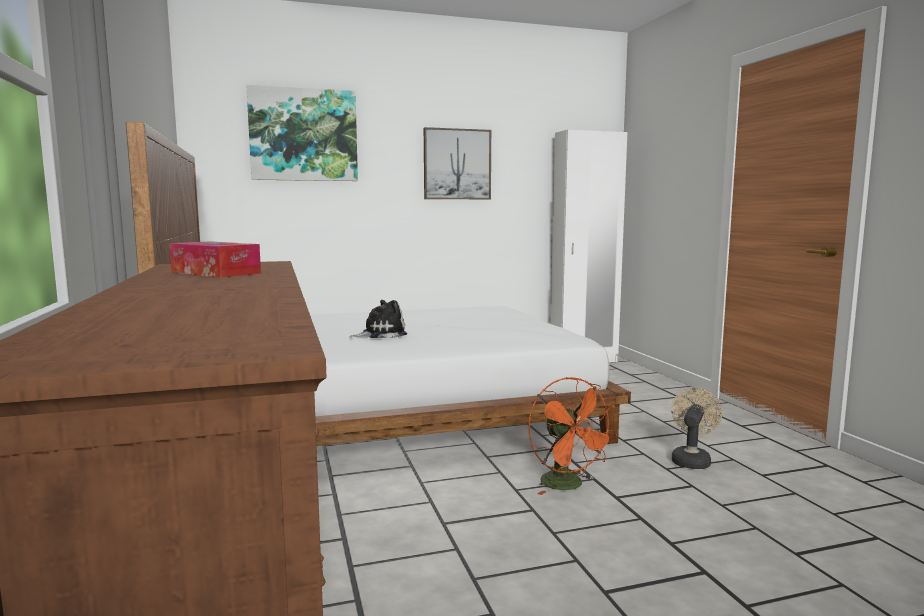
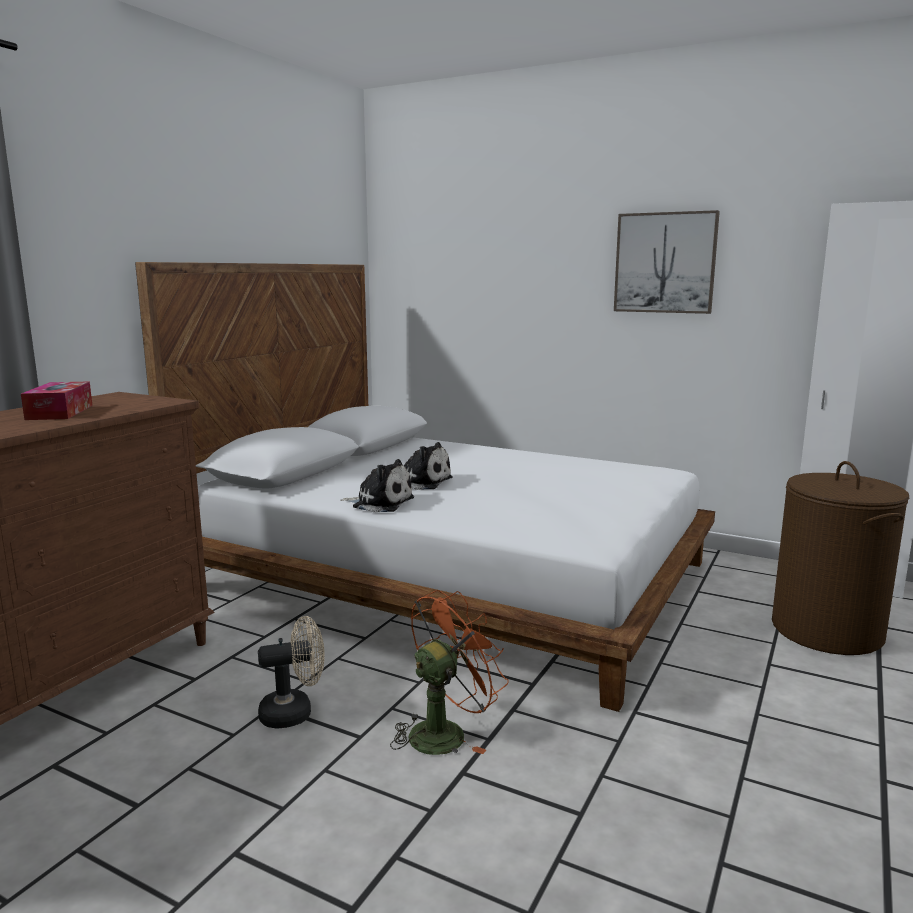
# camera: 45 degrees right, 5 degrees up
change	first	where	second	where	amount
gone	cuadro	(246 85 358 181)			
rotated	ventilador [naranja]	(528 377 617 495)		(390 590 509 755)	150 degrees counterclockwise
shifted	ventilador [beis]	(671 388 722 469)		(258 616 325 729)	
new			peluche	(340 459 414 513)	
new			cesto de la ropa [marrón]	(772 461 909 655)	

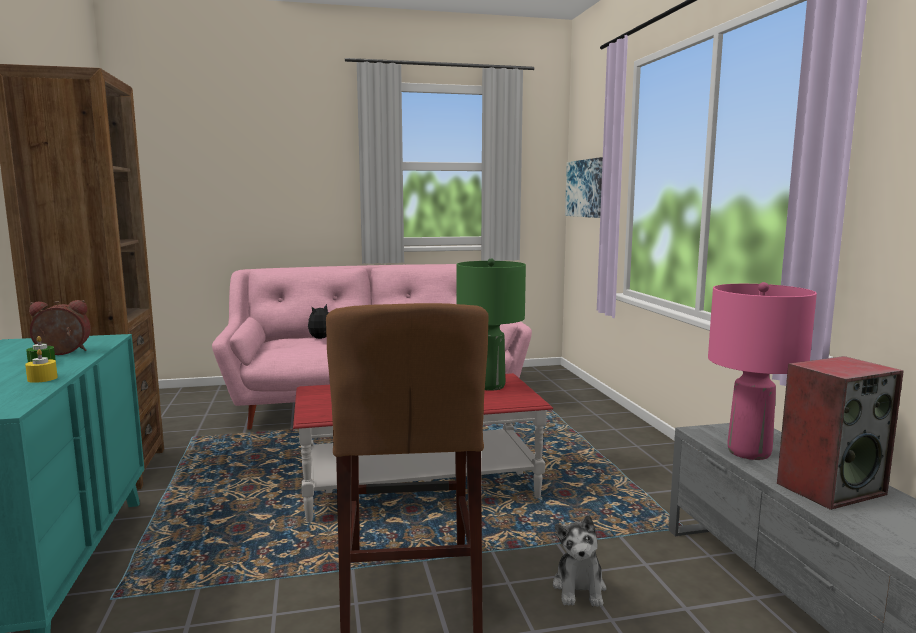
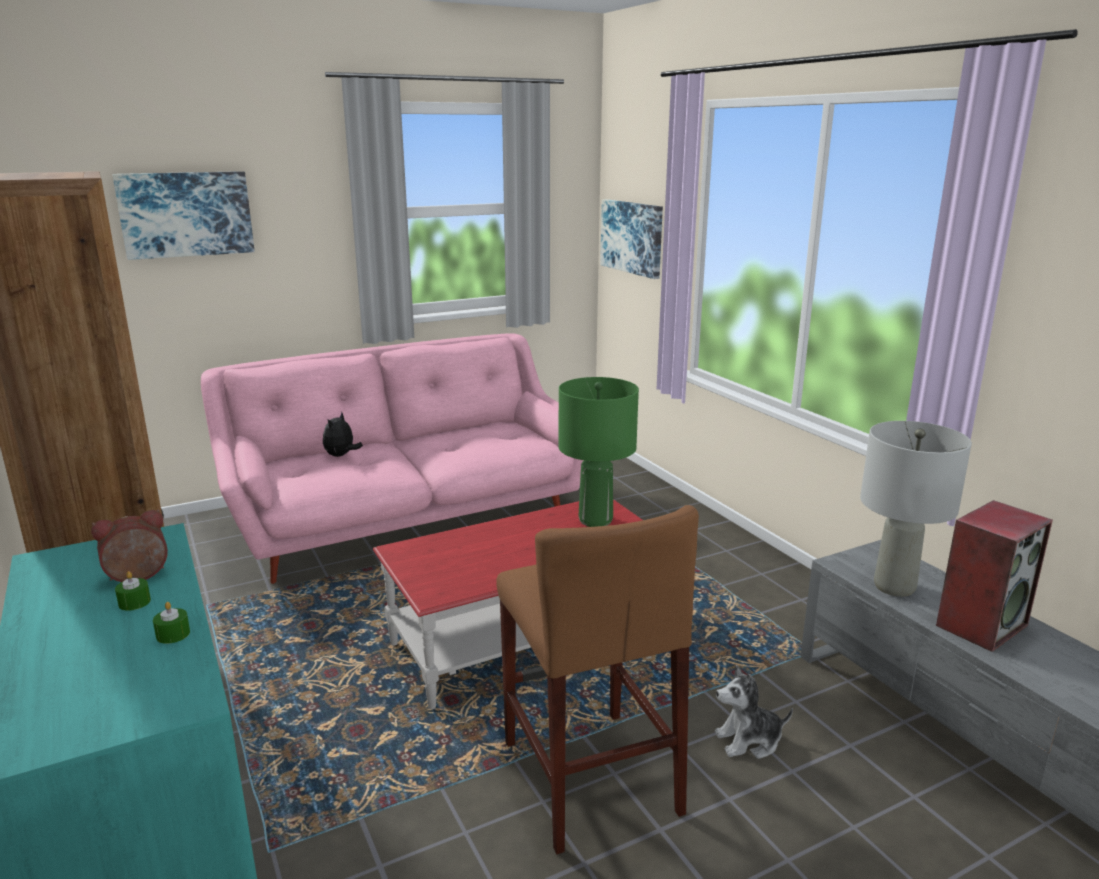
# camera: 15 degrees left, 10 degrees up
change	first	where	second	where	amount
repainted	vela [amarillo]	(25 349 58 383)	vela [verde]	(153 602 190 644)	
rotated	peluche	(553 514 607 607)		(715 665 793 759)	90 degrees clockwise
repainted	lámpara de mesa [rosa]	(708 282 817 460)	lámpara de mesa [gris]	(860 421 972 597)	
new			cuadro	(112 171 255 260)	

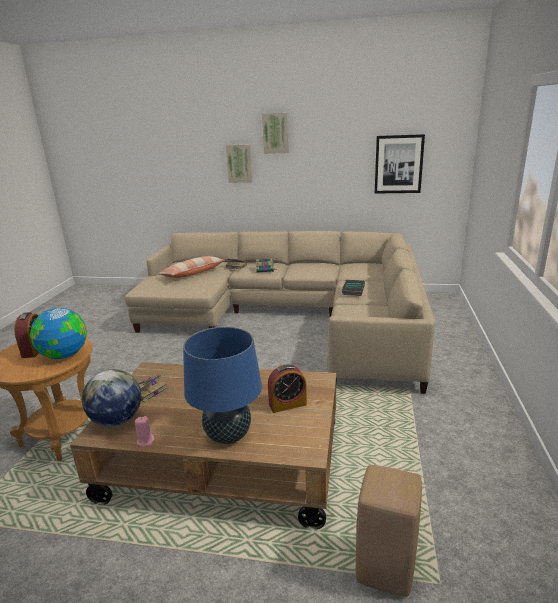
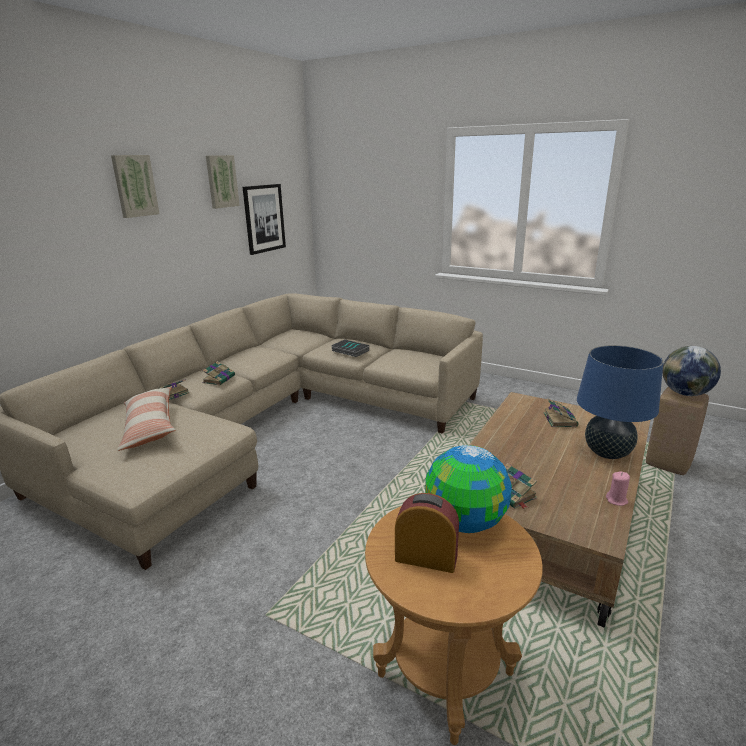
# camera: 70 degrees left, 0 degrees up
change	first	where	second	where	amount
shifted	globo terráqueo	(82 369 141 427)		(662 346 721 396)	
shifted	cuadro	(226 144 253 183)		(206 155 240 209)	
swapped	despertador	(268 364 307 413)	libro	(543 399 579 427)	

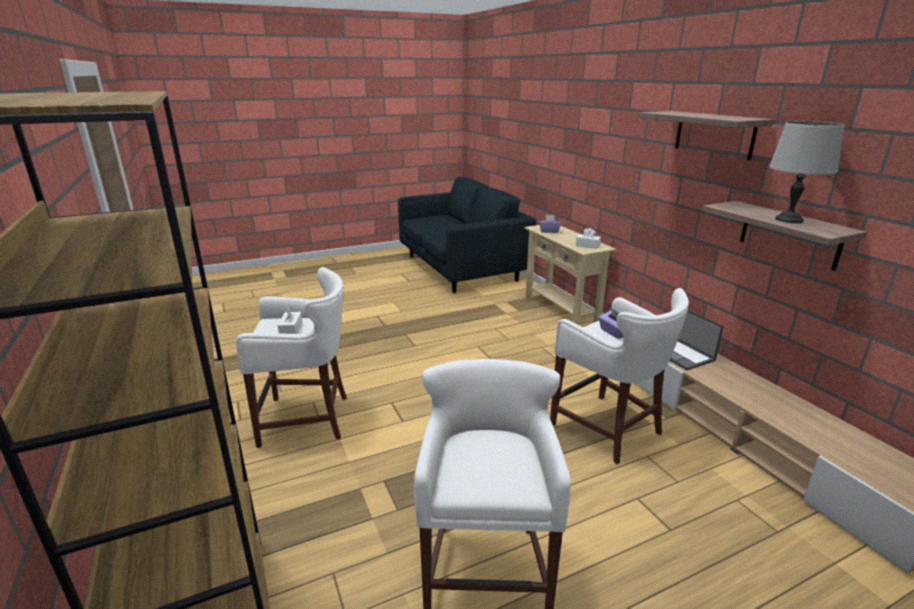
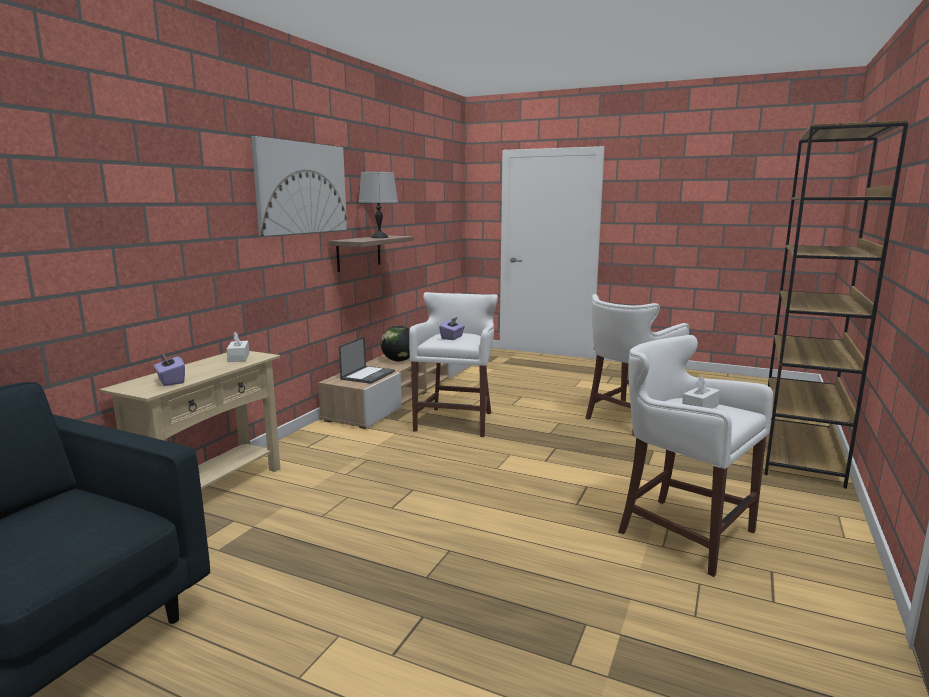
# camera: 130 degrees left, 10 degrees down
change	first	where	second	where	amount
swapped	estante	(639 111 774 160)	cuadro	(251 136 347 236)	
new			globo terráqueo	(381 325 410 361)	

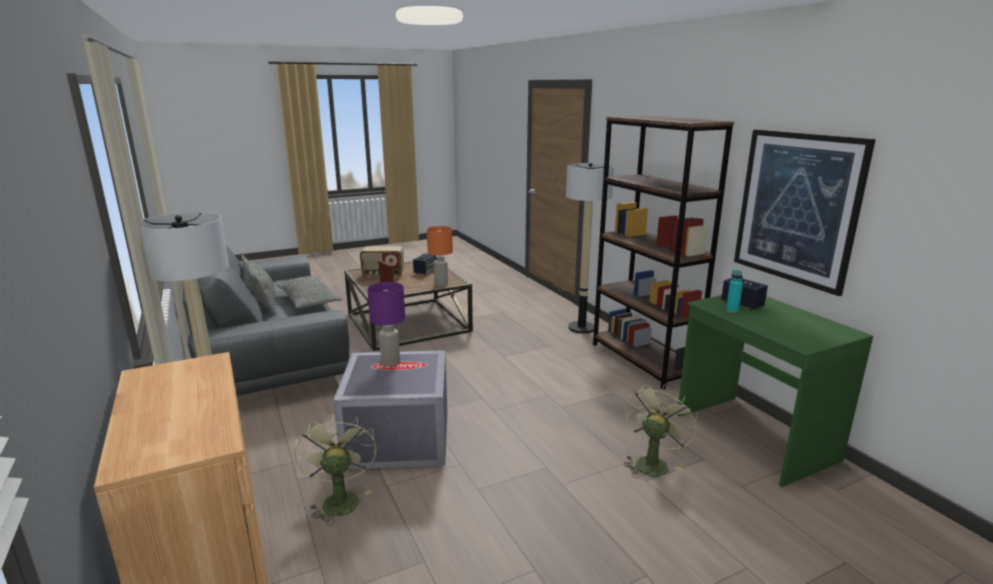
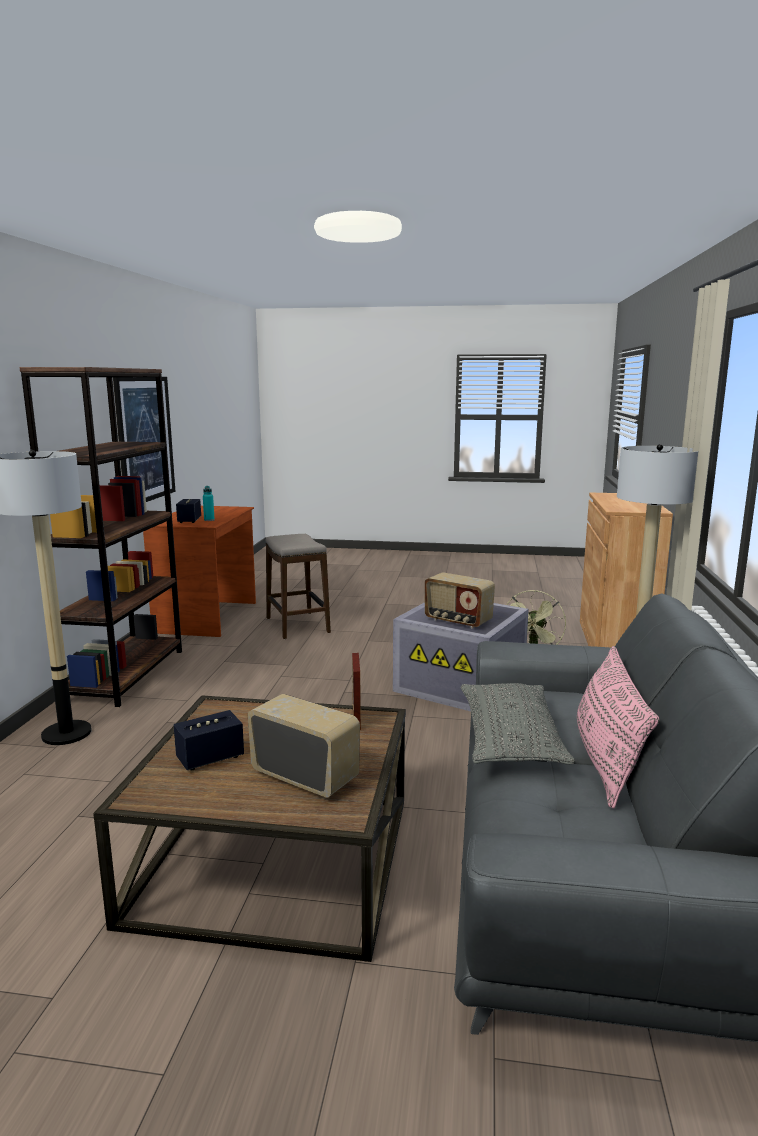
# camera: 145 degrees left, 5 degrees down
change	first	where	second	where	amount
repainted	cojín [gris]	(241 255 276 315)	cojín [rosa]	(577 646 659 808)	
swapped	lámpara de mesa [morado]	(367 282 405 366)	radio	(424 572 495 628)	
gone	lámpara de mesa [naranja]	(427 226 453 286)			
swapped	ventilador [verde]	(624 384 698 478)	taburete	(265 534 331 639)	
repainted	escritorio [verde]	(677 295 873 487)	escritorio [marrón]	(143 506 256 637)	

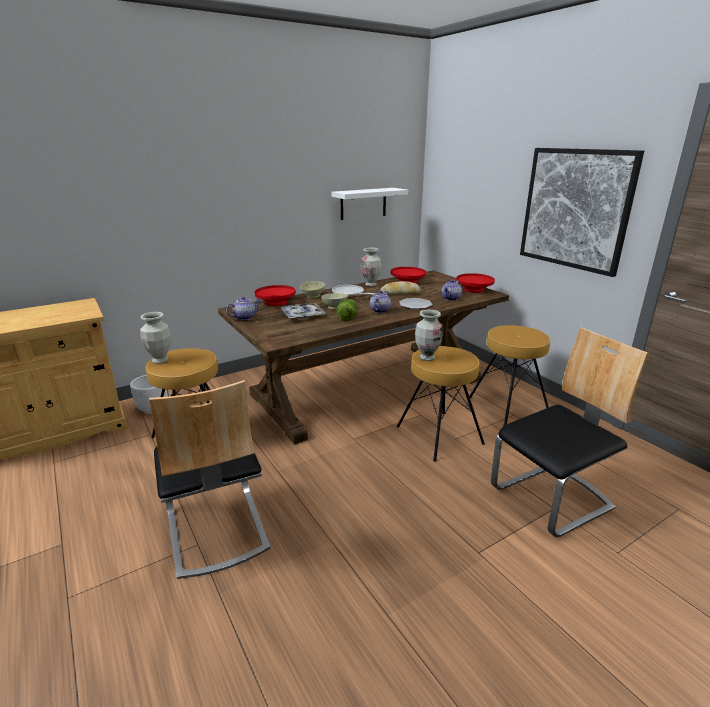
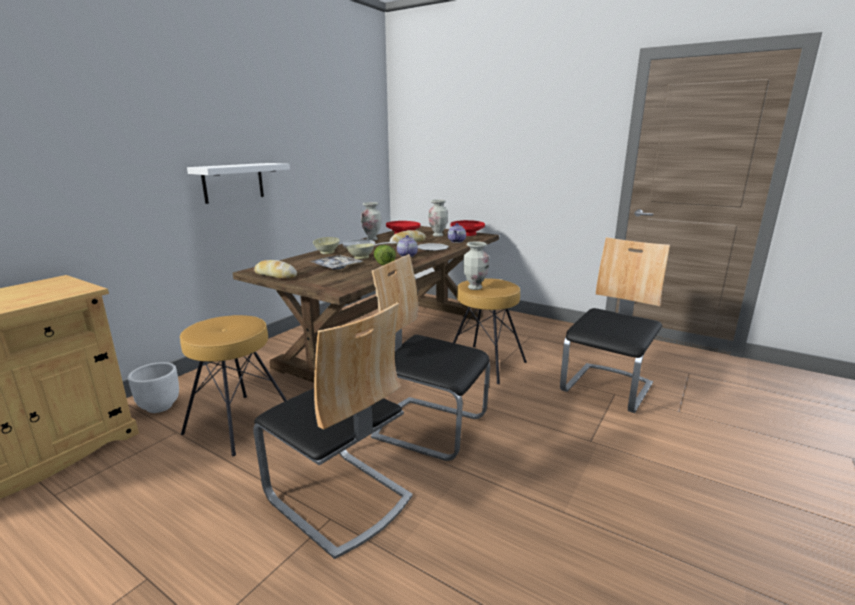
# camera: 25 degrees left, 5 degrees down
change	first	where	second	where	amount
shifted	florero	(140 312 171 364)		(428 200 448 237)	
swapped	tetera	(226 297 261 320)	pan	(254 260 297 279)	
gone	cuenco [rojo]	(254 285 296 306)			
shifted	estante [blanco]	(331 188 408 220)		(187 163 290 204)	
gone	taburete [marrón]	(469 325 550 426)			
gone	cuadro	(520 148 644 277)			
new			silla	(371 254 490 461)	

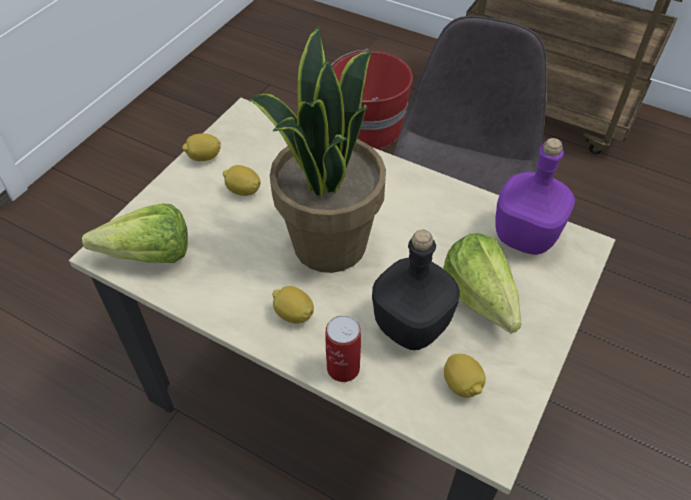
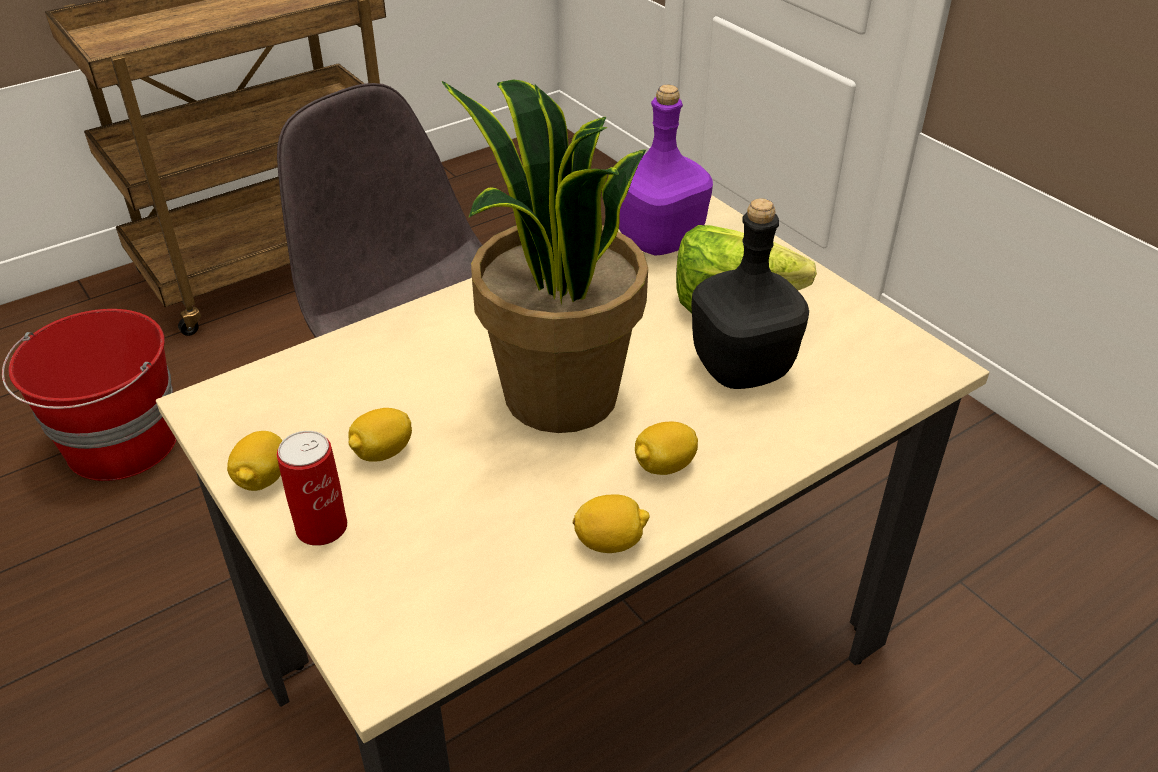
# camera: 65 degrees left, 10 degrees down
change	first	where	second	where	amount
gone	lechuga	(82 204 188 263)			
shifted	lata	(326 315 361 382)		(277 431 347 546)	
shifted	limón	(444 354 486 398)		(573 494 650 553)	

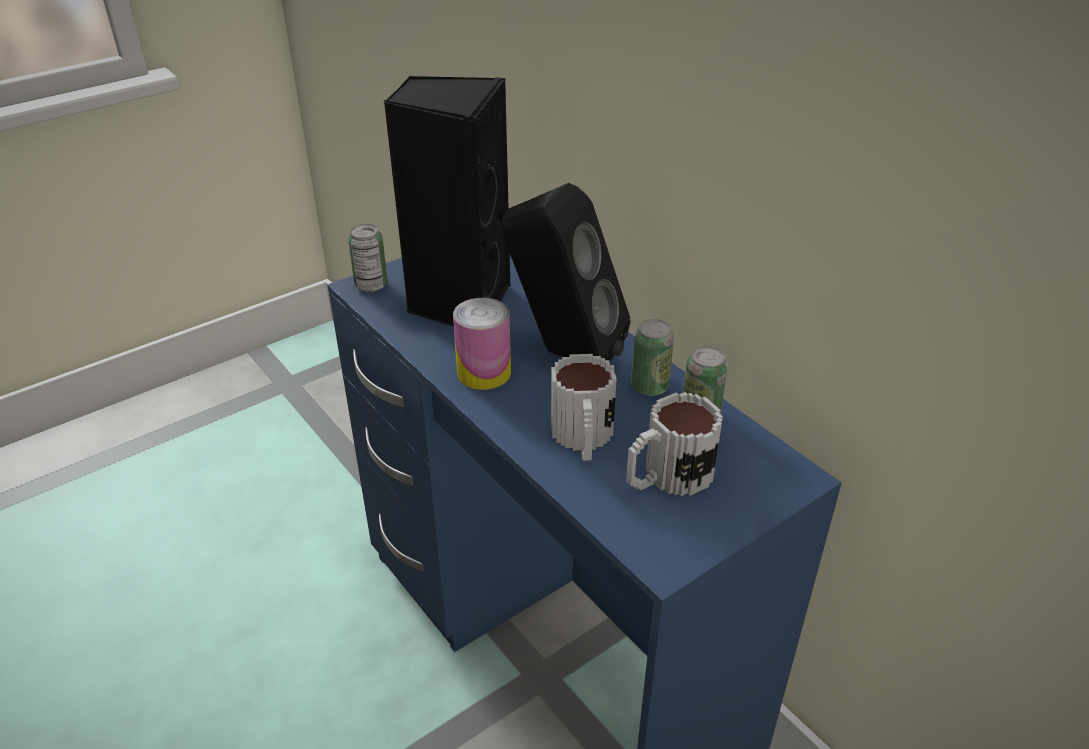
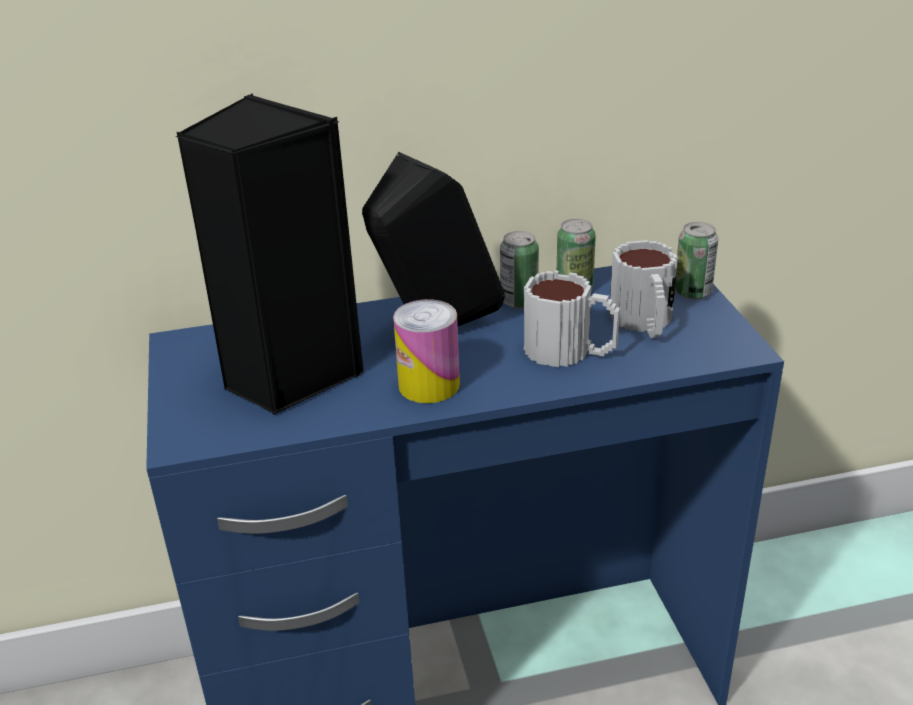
# camera: 65 degrees left, 5 degrees down
change	first	where	second	where	amount
shifted	lata	(348 224 388 292)		(675 222 718 299)	

